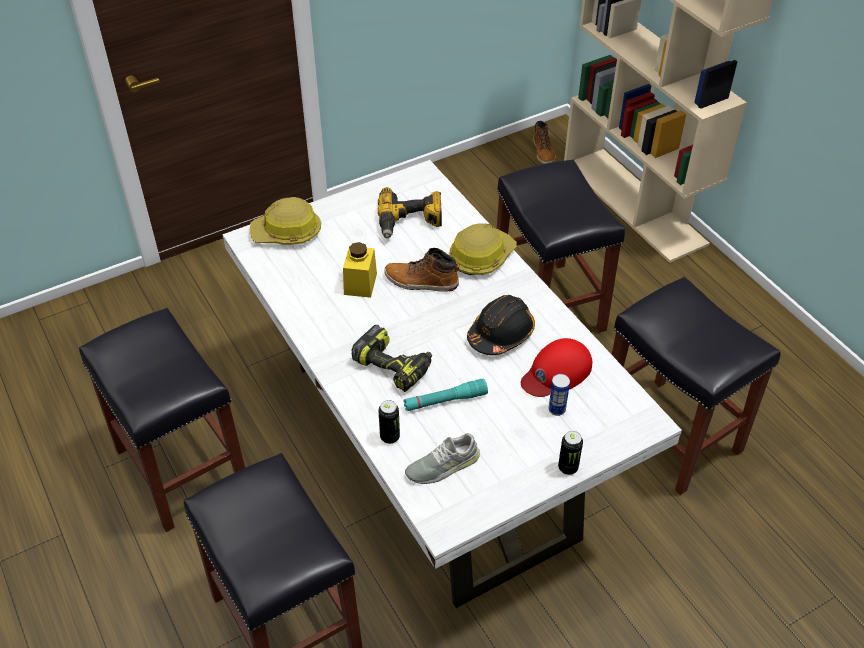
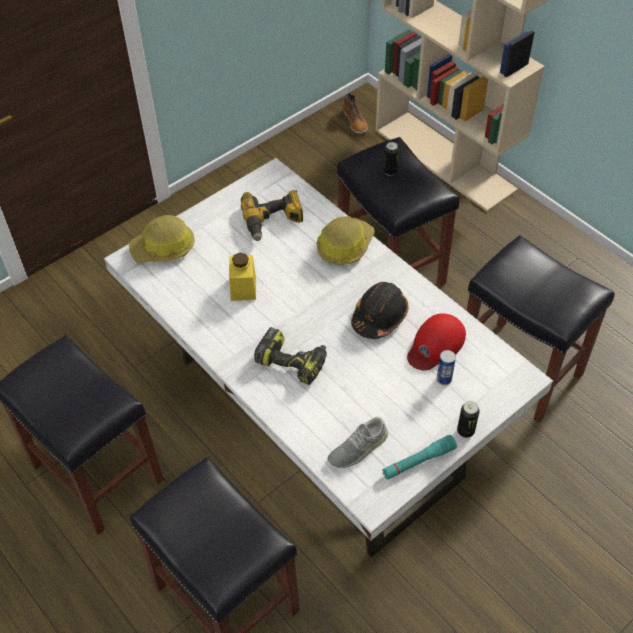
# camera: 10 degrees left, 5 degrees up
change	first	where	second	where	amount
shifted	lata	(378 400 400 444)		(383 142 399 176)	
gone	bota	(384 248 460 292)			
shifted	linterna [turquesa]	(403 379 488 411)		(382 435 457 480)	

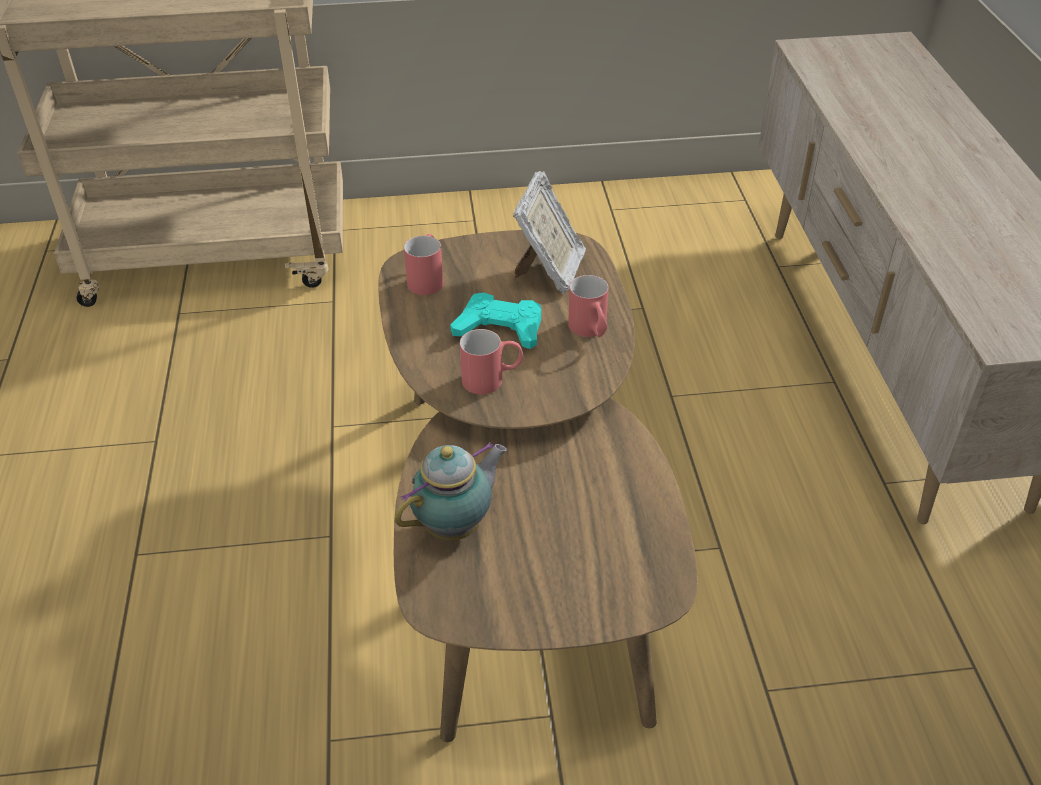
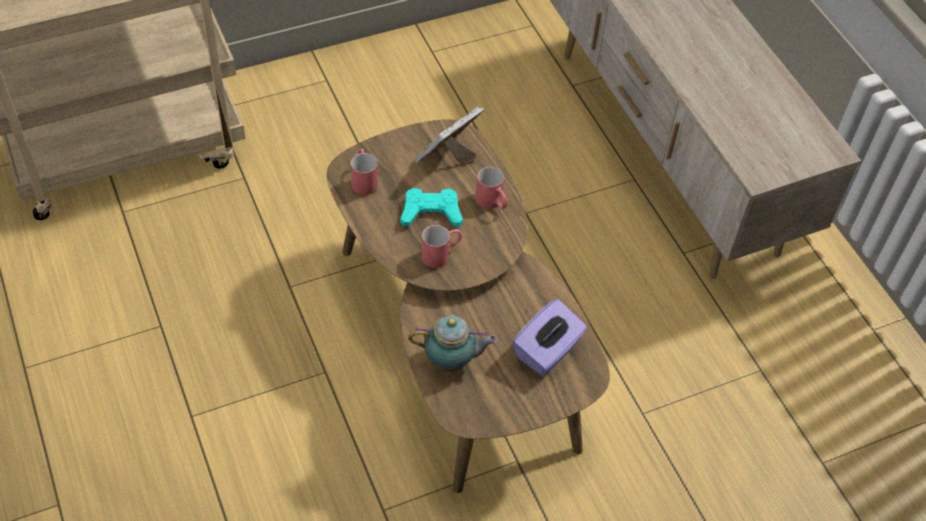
# camera: 20 degrees left, 10 degrees up
change	first	where	second	where	amount
rotated	tetera	(395 442 507 541)		(408 315 498 372)	60 degrees clockwise
rotated	portarretratos	(513 171 586 294)		(415 107 484 165)	135 degrees counterclockwise
new			caja de pañuelos [morado]	(513 299 587 376)	

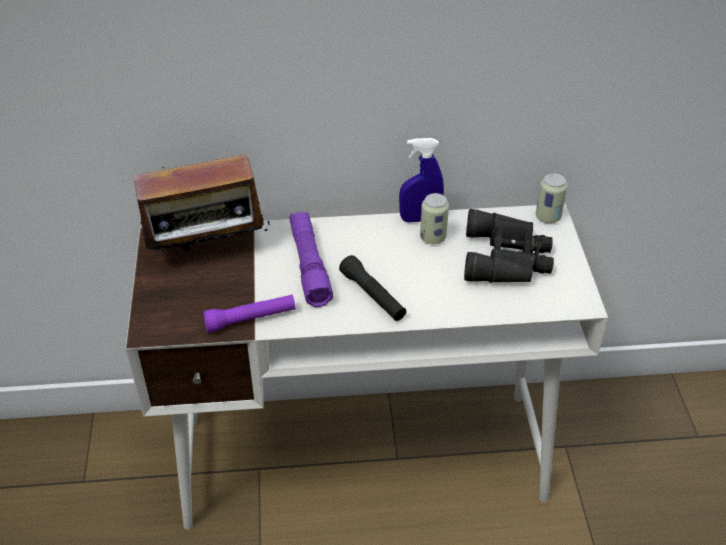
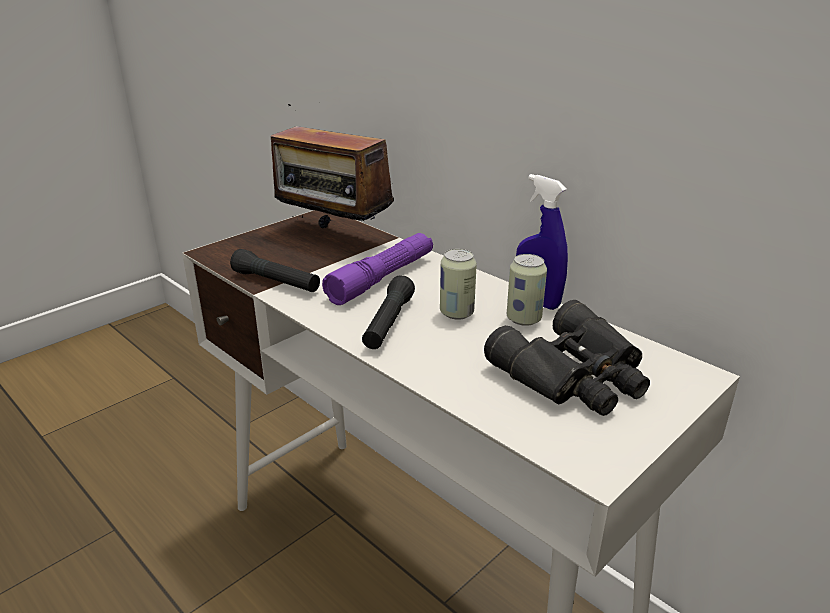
# camera: 50 degrees right, 15 degrees down
change	first	where	second	where	amount
repainted	linterna [morado]	(203 294 296 333)	linterna [negro]	(230 249 320 292)	
shifted	lata	(536 173 568 223)		(440 249 477 320)	

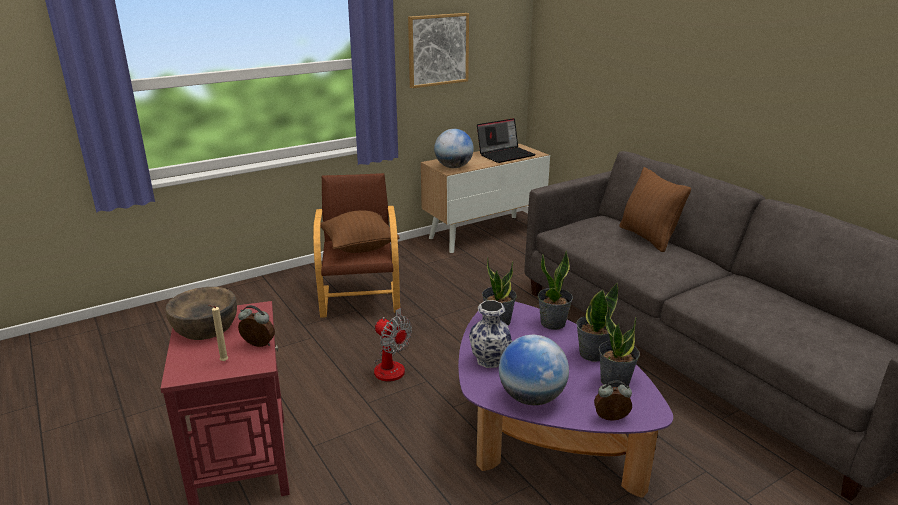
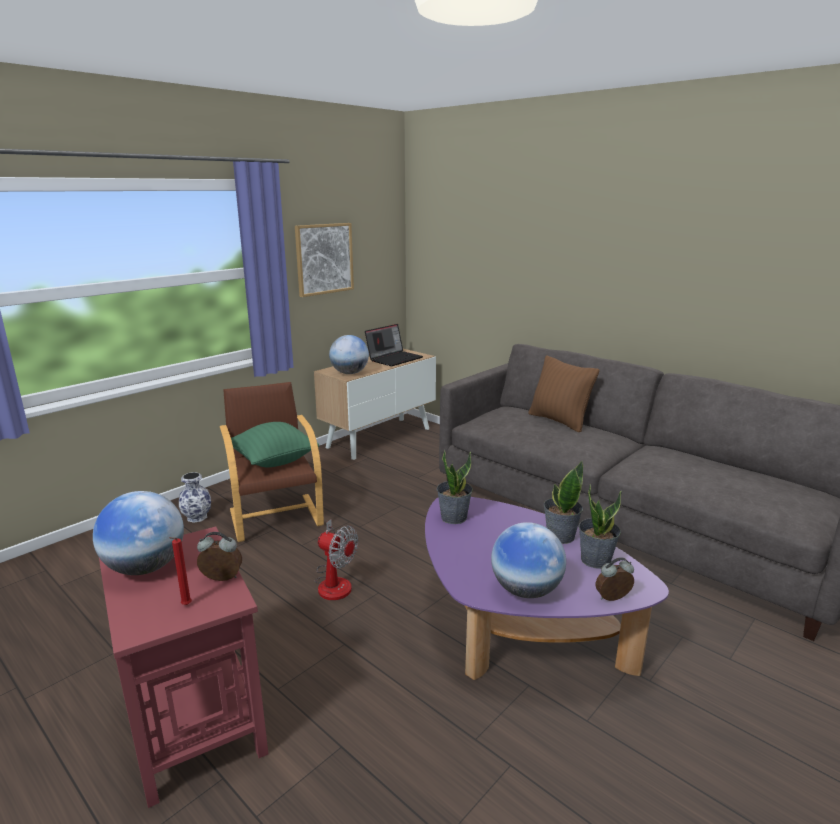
# camera: 15 degrees left, 5 degrees down
change	first	where	second	where	amount
swapped	cuenco [marrón]	(165 287 237 340)	globo terráqueo	(93 491 184 575)	
repainted	vela [beis]	(208 305 228 361)	vela [rojo]	(170 537 192 605)	
repainted	cojín [marrón]	(320 210 400 253)	cojín [verde]	(231 422 319 467)	
shifted	florero	(469 300 512 368)		(179 472 211 523)	
gone	planta en maceta	(538 250 573 330)			

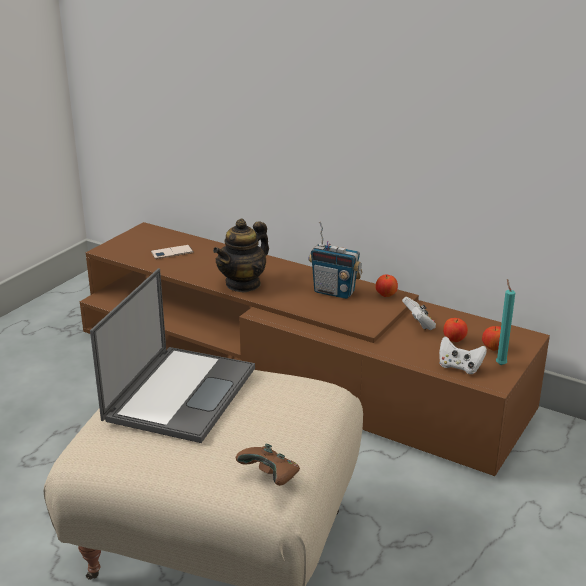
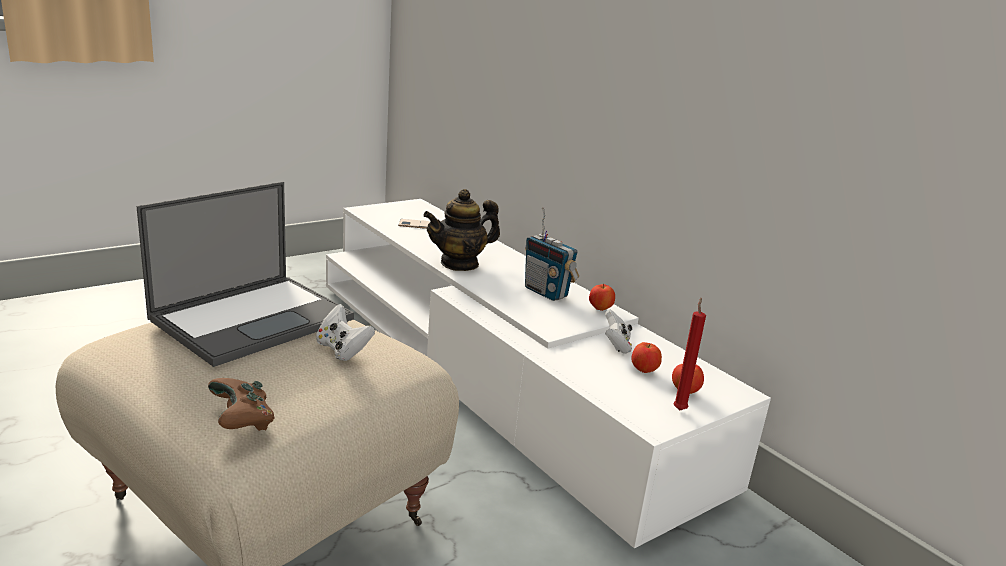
# camera: 20 degrees right, 5 degrees down
change	first	where	second	where	amount
repainted	mueble de televisión [marrón]	(80 222 550 476)	mueble de televisión [blanco]	(326 199 771 549)	
shifted	mando de consola [blanco]	(439 336 487 374)		(316 304 375 361)	
repainted	vela [turquesa]	(496 279 515 365)	vela [rojo]	(673 298 706 411)	

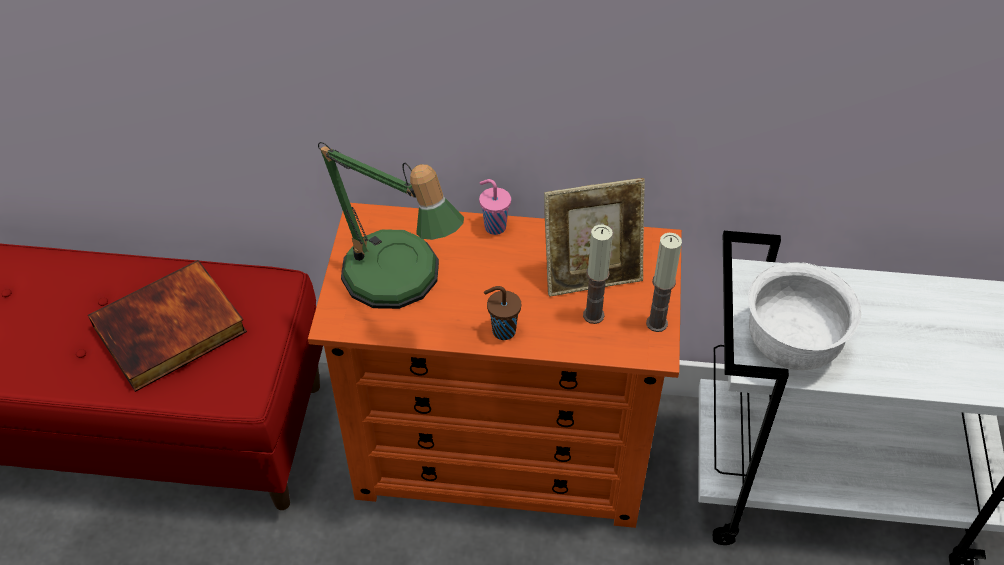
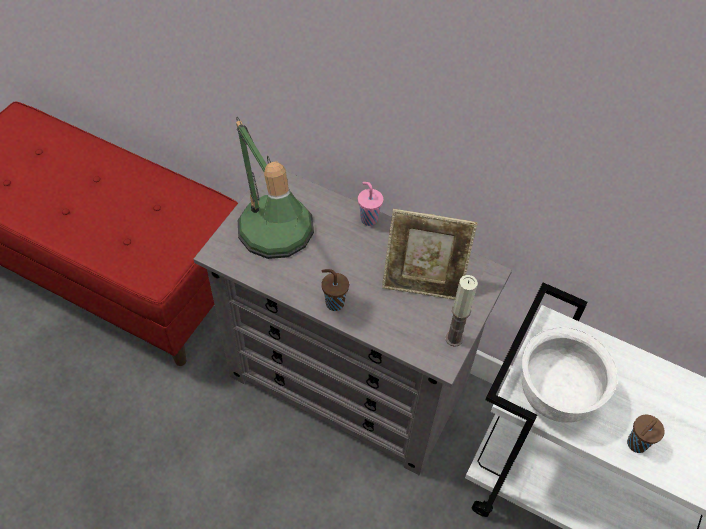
# camera: 20 degrees right, 5 degrees up
change	first	where	second	where	amount
gone	libro	(88 260 247 392)			
repainted	cómoda [naranja]	(308 203 682 528)	cómoda [gris]	(194 171 512 475)	
gone	vela	(583 225 613 324)			
new			taza [marrón]	(627 415 665 453)	

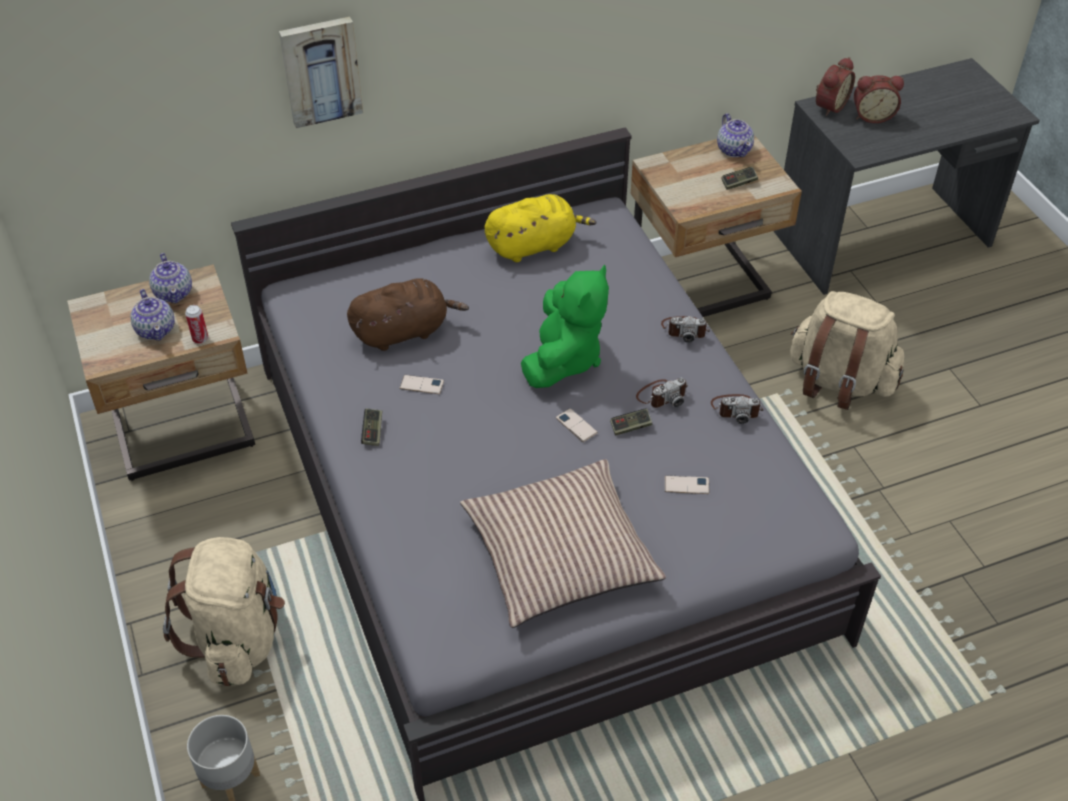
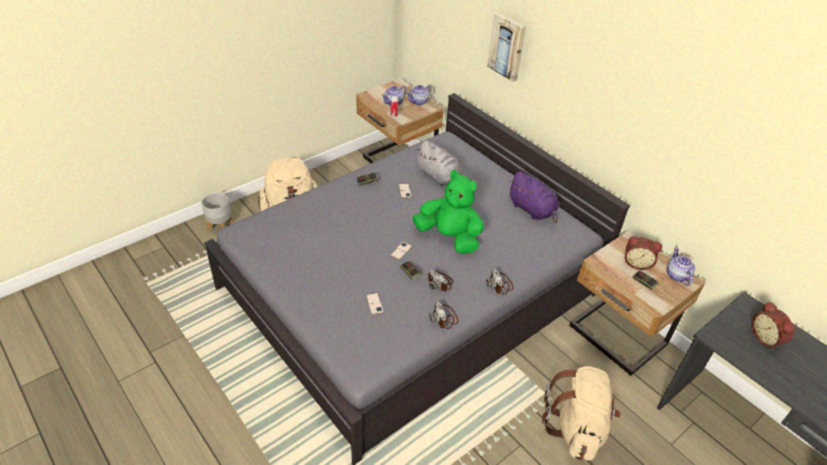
# camera: 70 degrees right, 5 degrees down
change	first	where	second	where	amount
repainted	peluche [marrón]	(347 278 469 351)	peluche [gris]	(415 140 462 186)	
gone	cojín	(460 459 666 628)			
repainted	peluche [amarillo]	(485 194 596 262)	peluche [morado]	(508 171 559 223)	
rotated	peluche [verde]	(521 265 609 388)		(412 170 484 254)	150 degrees counterclockwise
rotated	tetera	(717 113 754 157)		(666 247 695 286)	120 degrees clockwise
shifted	despertador	(816 57 855 116)		(624 236 662 270)	

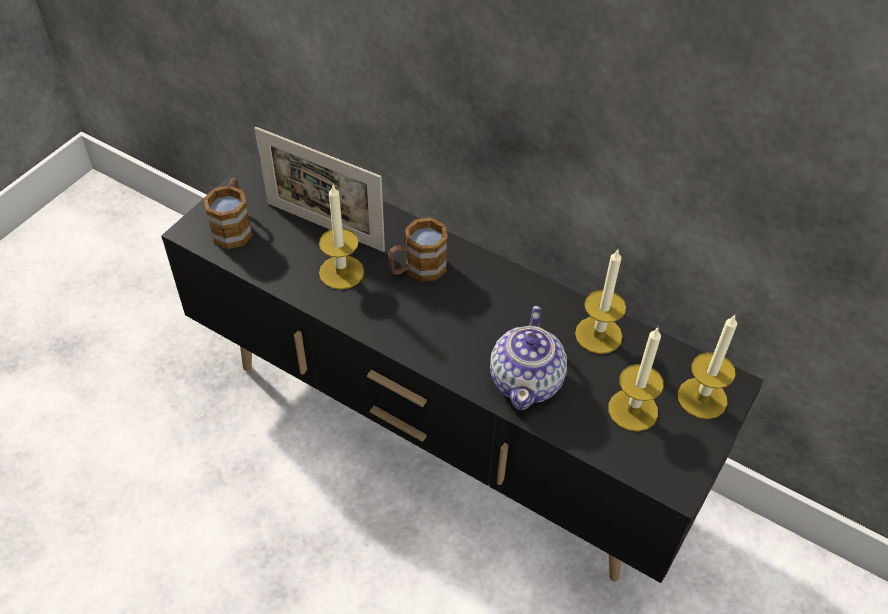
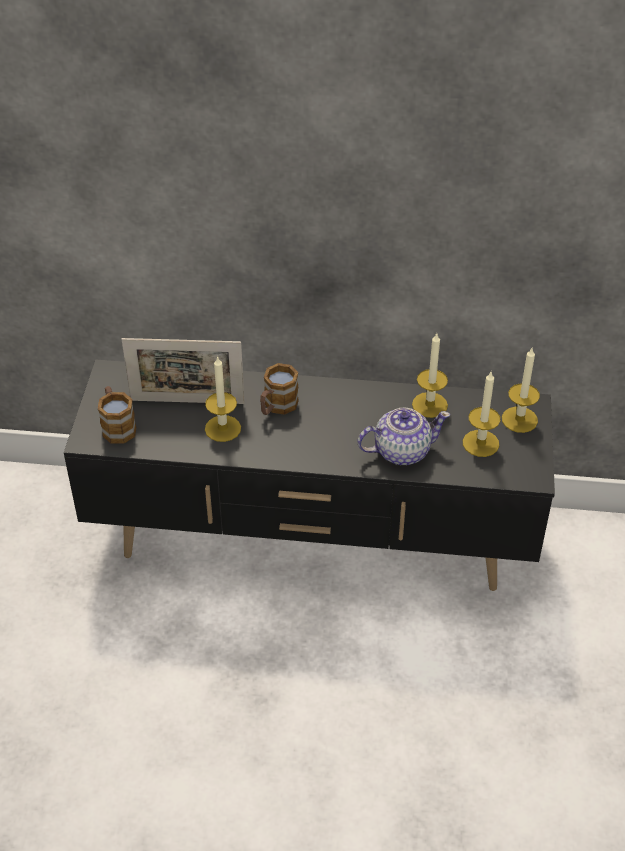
# camera: 25 degrees left, 5 degrees down
change	first	where	second	where	amount
rotated	tetera	(490 306 567 410)		(358 408 450 465)	90 degrees counterclockwise

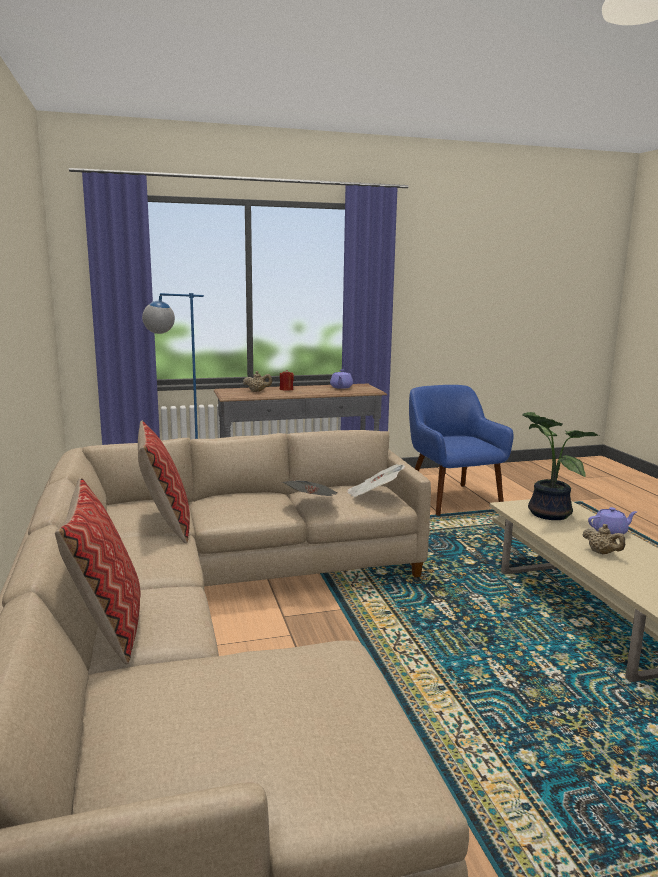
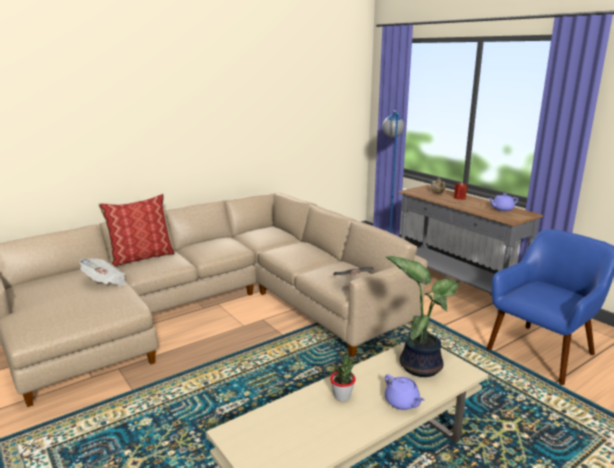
# camera: 70 degrees right, 5 degrees up
change	first	where	second	where	amount
gone	cojín	(138 421 190 543)			
shifted	periódico	(282 481 337 496)		(79 258 125 286)	
swapped	tetera [beis]	(582 524 625 554)	planta en maceta	(330 354 356 401)	

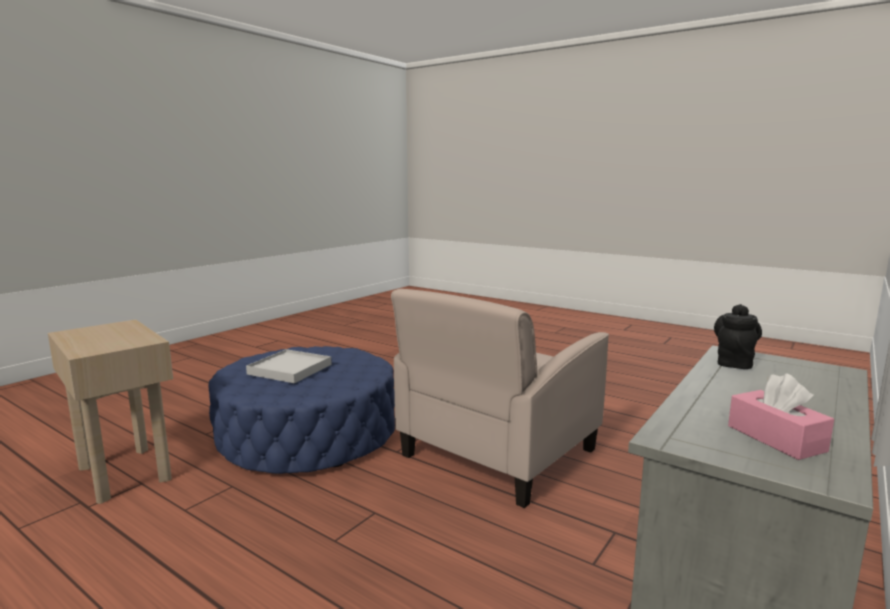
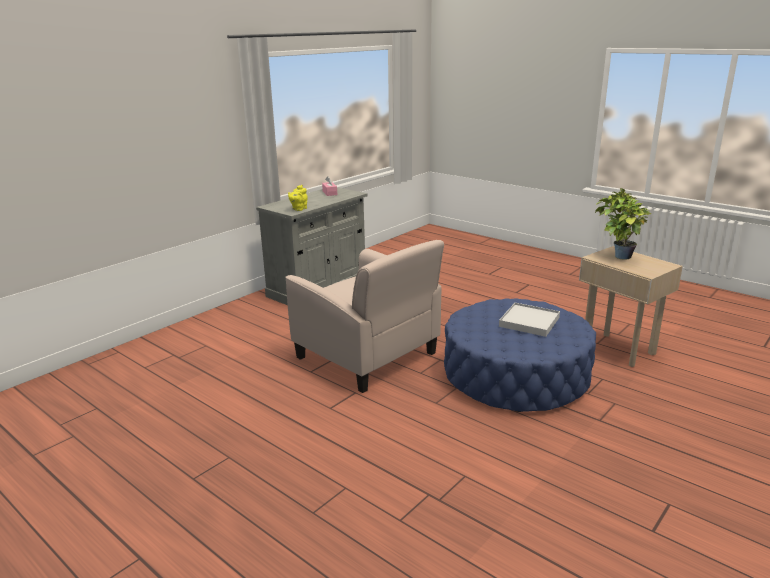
# camera: 175 degrees left, 10 degrees up
change	first	where	second	where	amount
rotated	sillón [beis]	(391 289 609 508)		(285 240 444 393)	90 degrees clockwise
repainted	tetera [negro]	(714 304 762 369)	tetera [amarillo]	(288 185 308 211)	
new			planta en maceta	(595 188 651 260)	

